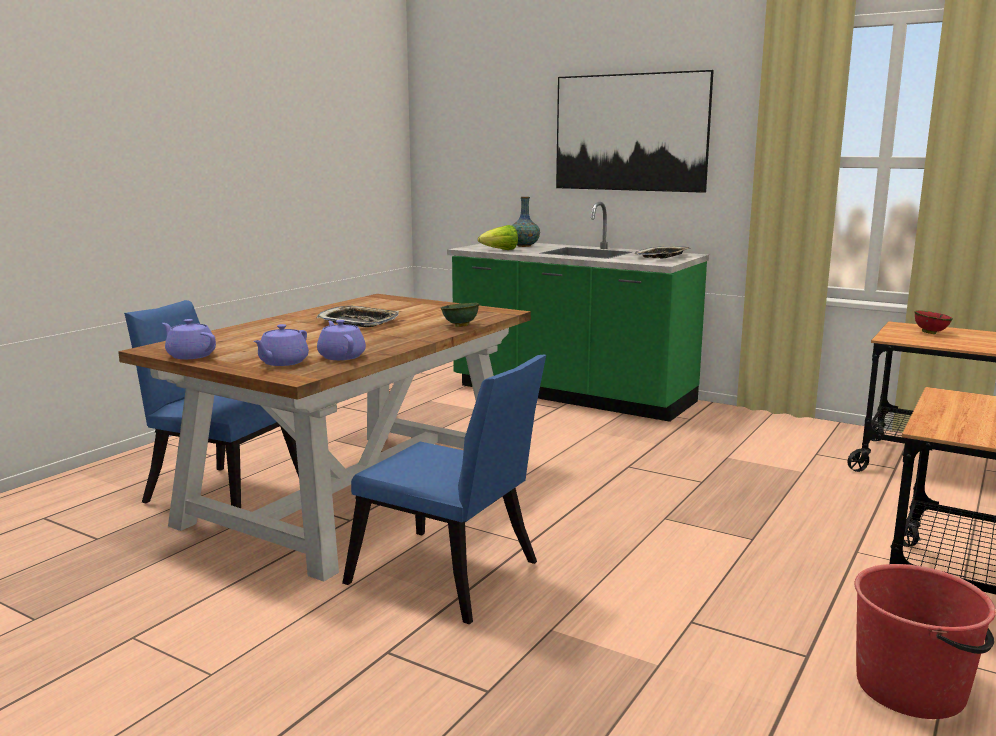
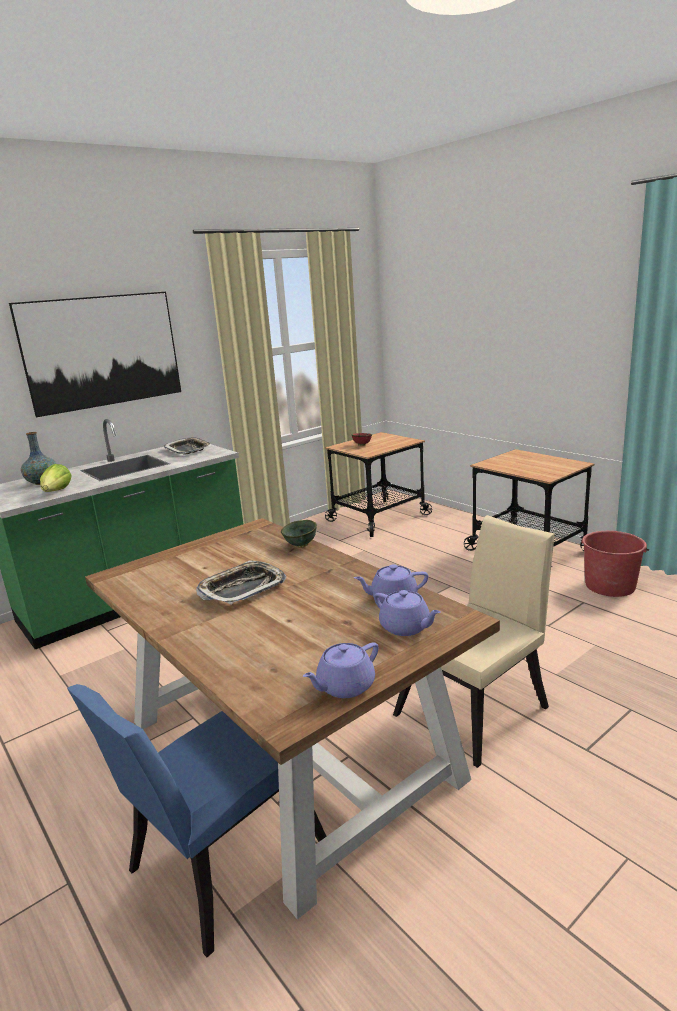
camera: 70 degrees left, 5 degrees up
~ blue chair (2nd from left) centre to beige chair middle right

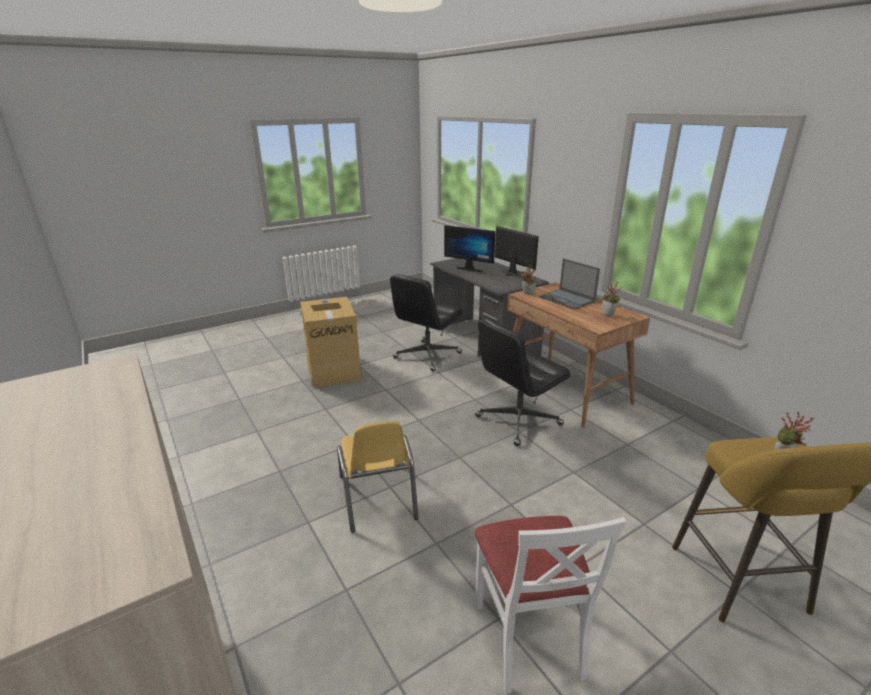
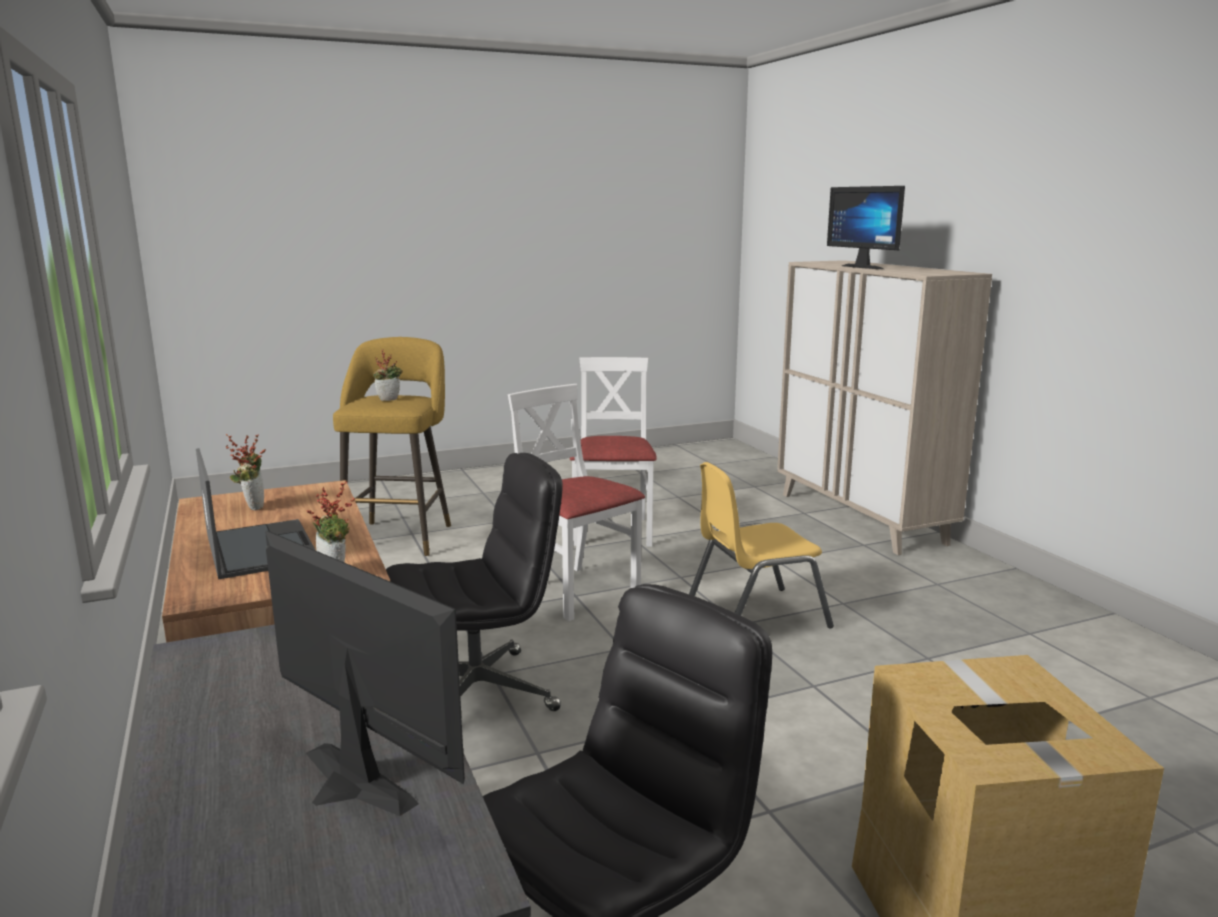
camera: 170 degrees left, 10 degrees down
+ white chair (1st from left) centre
~ monitor (2nd from left) centre to top right
~ yellow chair bottom centre = centre 105 degrees counterclockwise

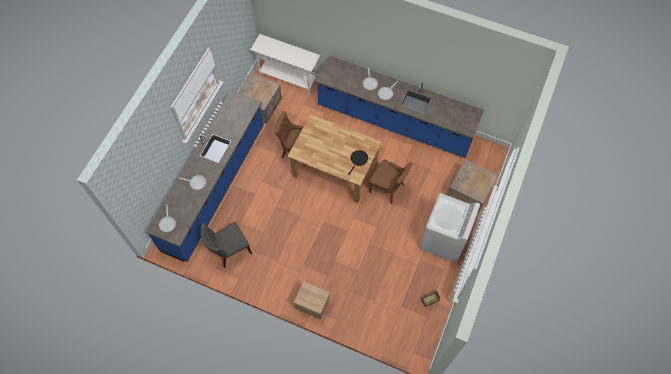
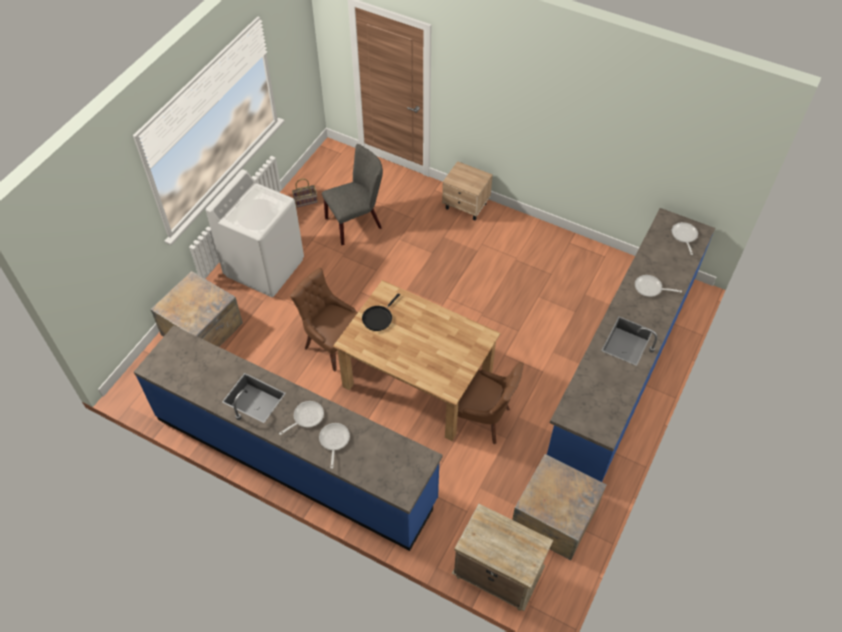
camera: 175 degrees left, 10 degrees down
~ grey chair centre to top centre
~ white console table top centre to beige nightstand (2nd from left) bottom centre

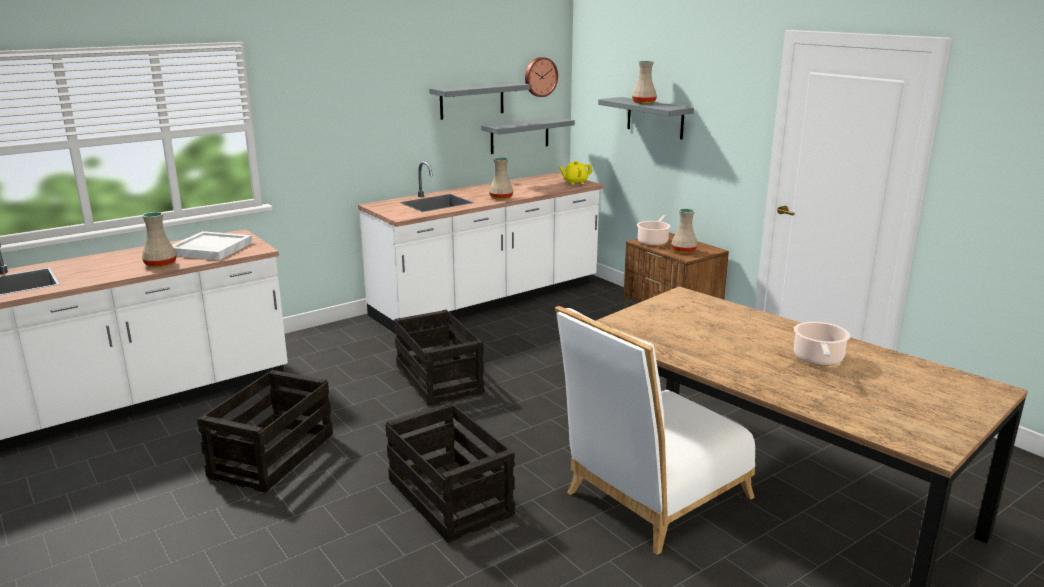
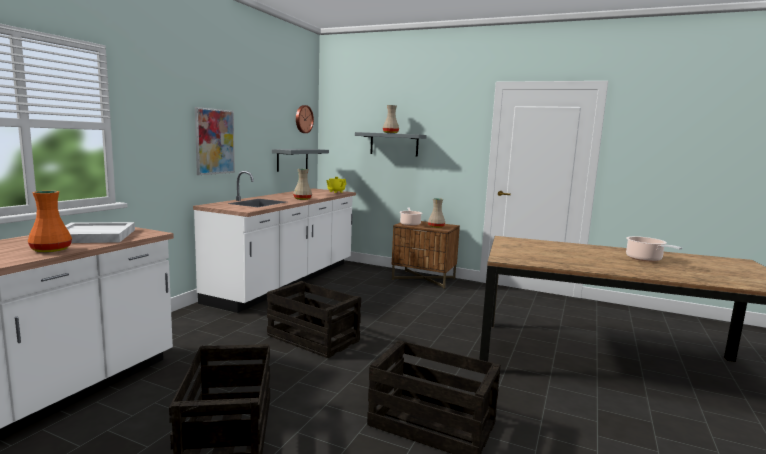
camera: 30 degrees left, 10 degrees down
- grey shelf (1st from left) top centre
- white chair bottom centre
+ picture top left
~ beige vase (1st from left) middle left to orange vase middle left

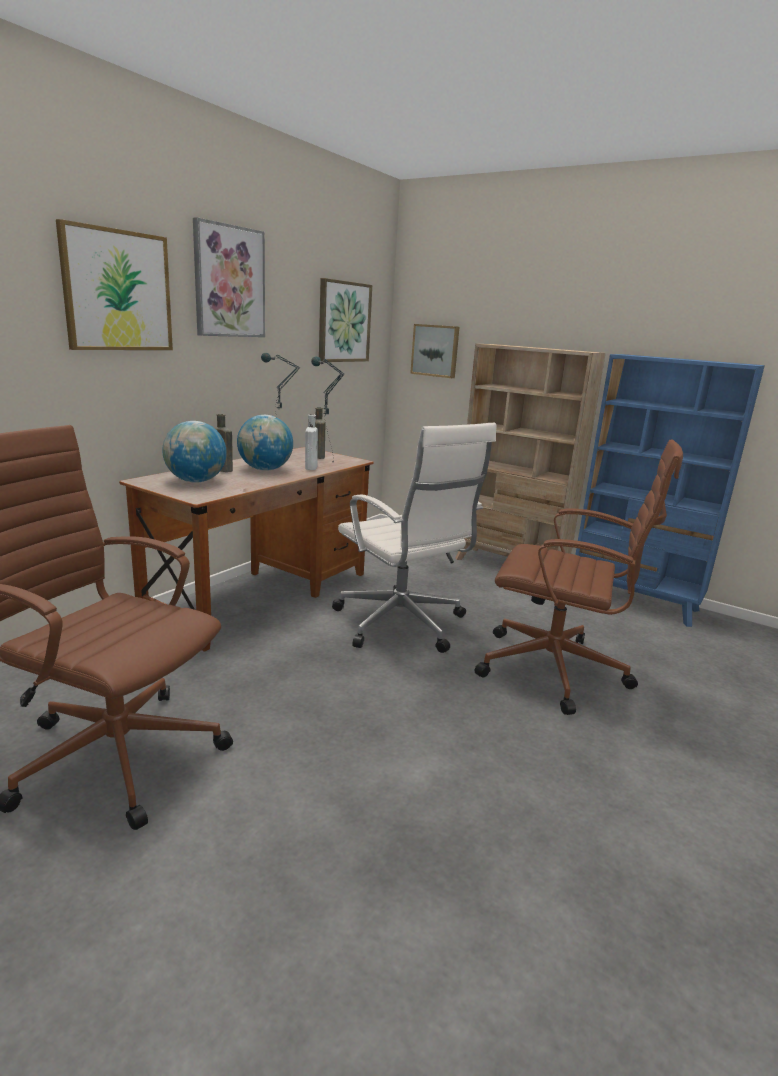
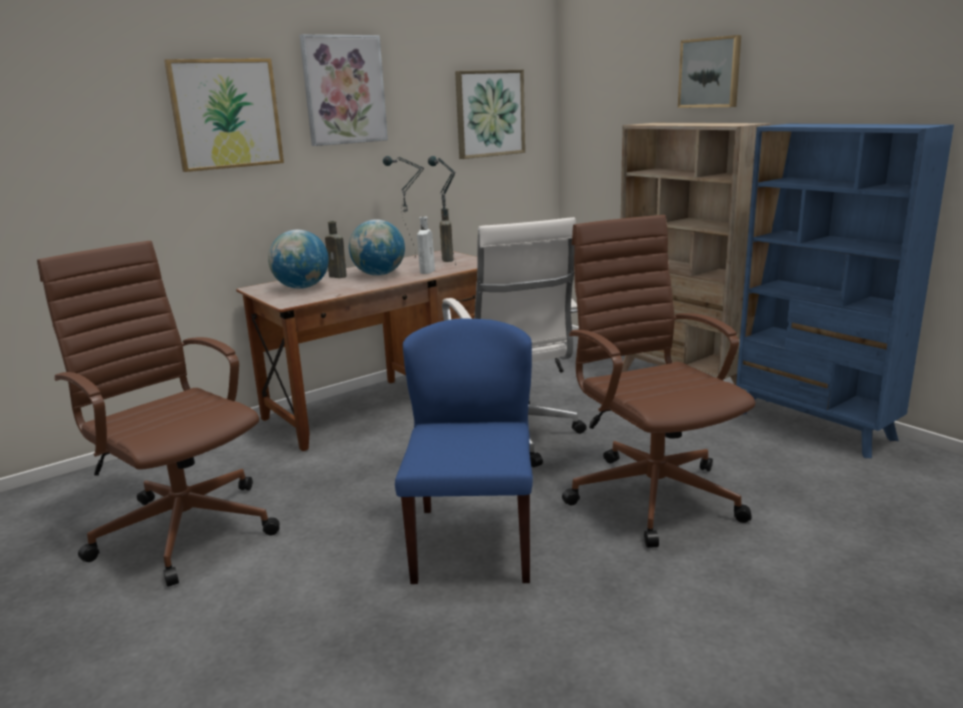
camera: 20 degrees right, 0 degrees up
+ blue chair centre
~ picture (4th from left) top centre to top right
~ brown office chair (2nd from left) middle right = middle right 150 degrees counterclockwise

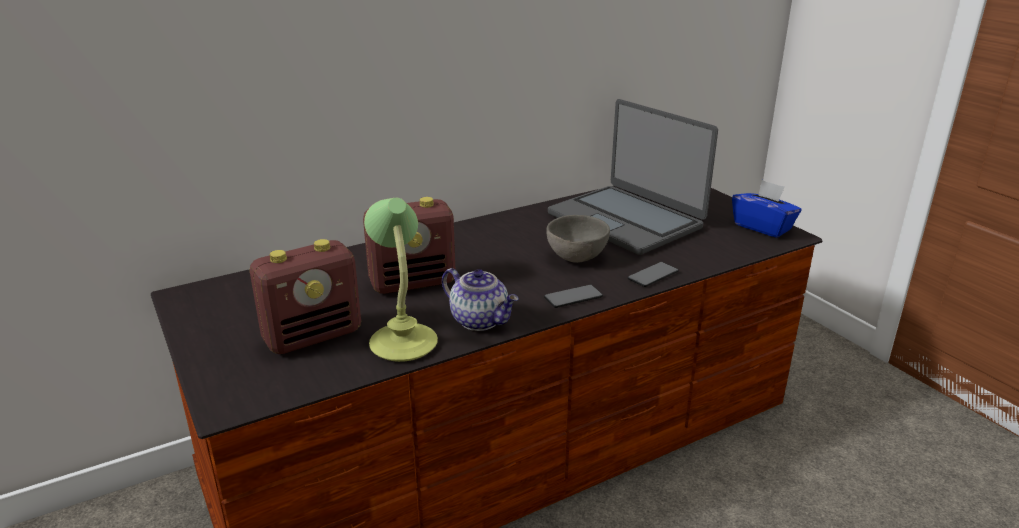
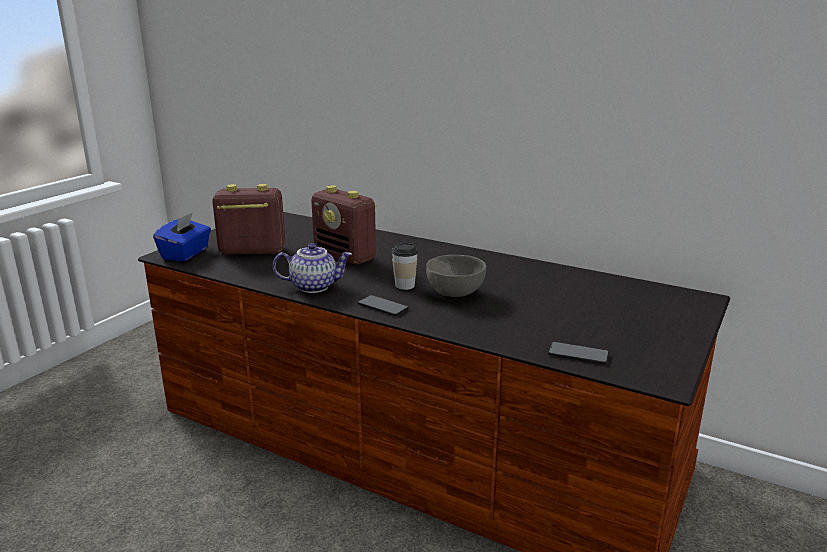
camera: 60 degrees right, 5 degrees down
- table lamp centre
- laptop centre
+ cup centre
~ phone (2nd from left) centre to middle right
~ blue tissue box middle right to middle left
~ radio (1st from left) middle left = middle left 150 degrees clockwise
~ teapot centre = centre 105 degrees counterclockwise

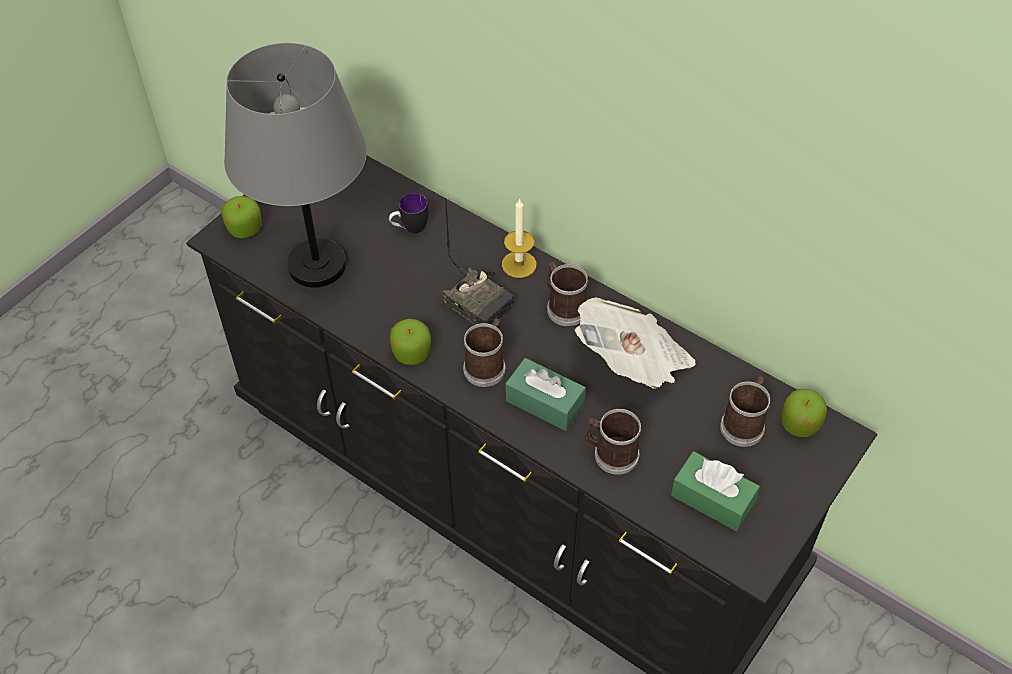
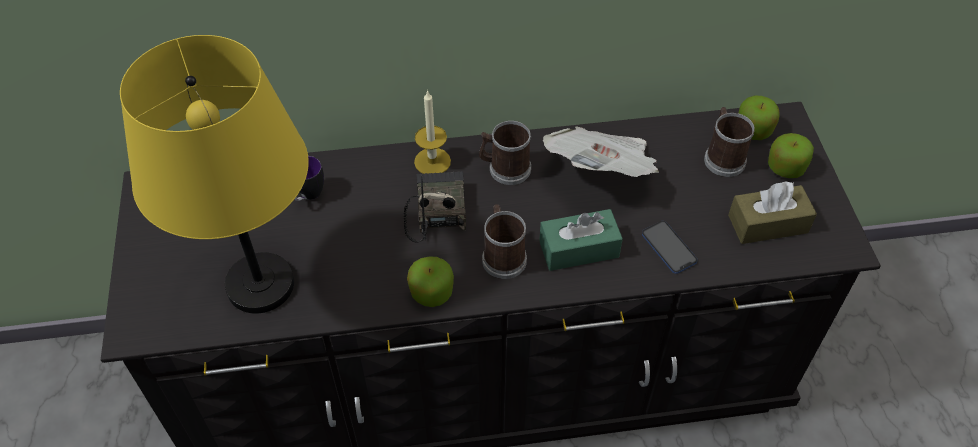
camera: 45 degrees left, 0 degrees up
~ apple (1st from left in the first image) top left to apple (3rd from left) middle right
~ mug (4th from left) centre to phone middle right
~ grey table lamp top left to yellow table lamp middle left
~ green tissue box (2nd from left) bottom right to brown tissue box middle right
~ radio centre = centre 90 degrees counterclockwise

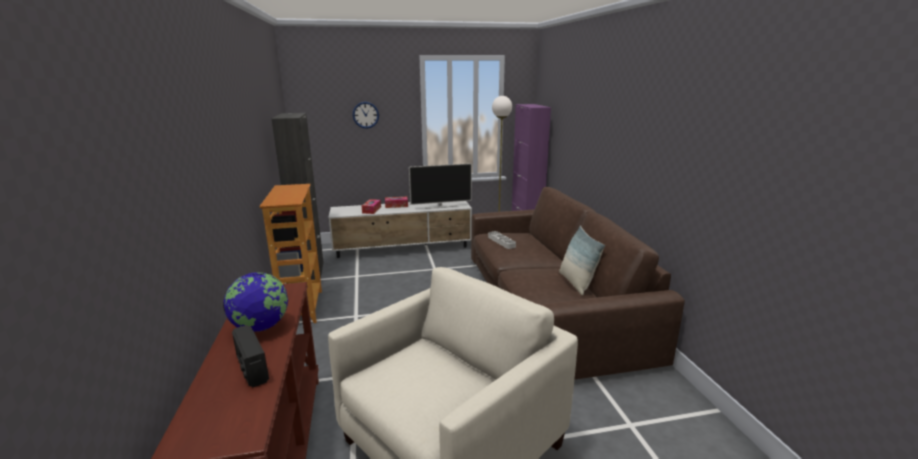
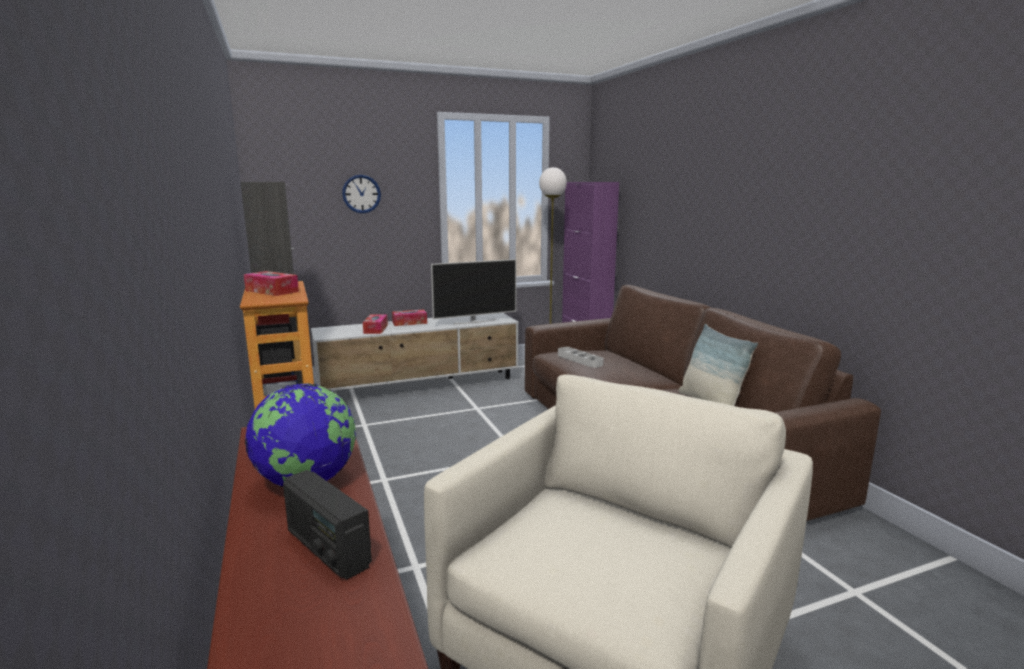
camera: 10 degrees left, 5 degrees down
+ tissue box (1st from left) middle left

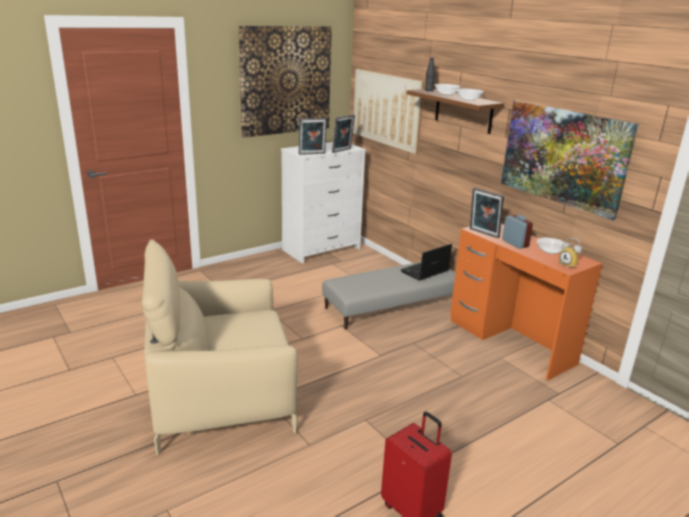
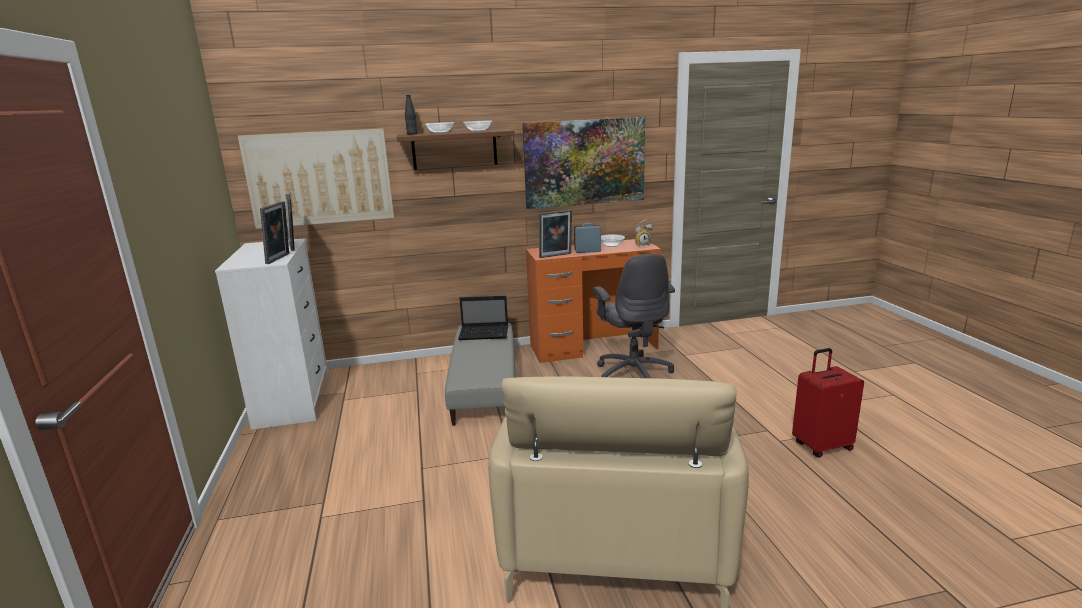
camera: 65 degrees left, 5 degrees down
- picture (1st from left) top centre
+ grey office chair centre
~ laptop centre = centre 75 degrees counterclockwise

